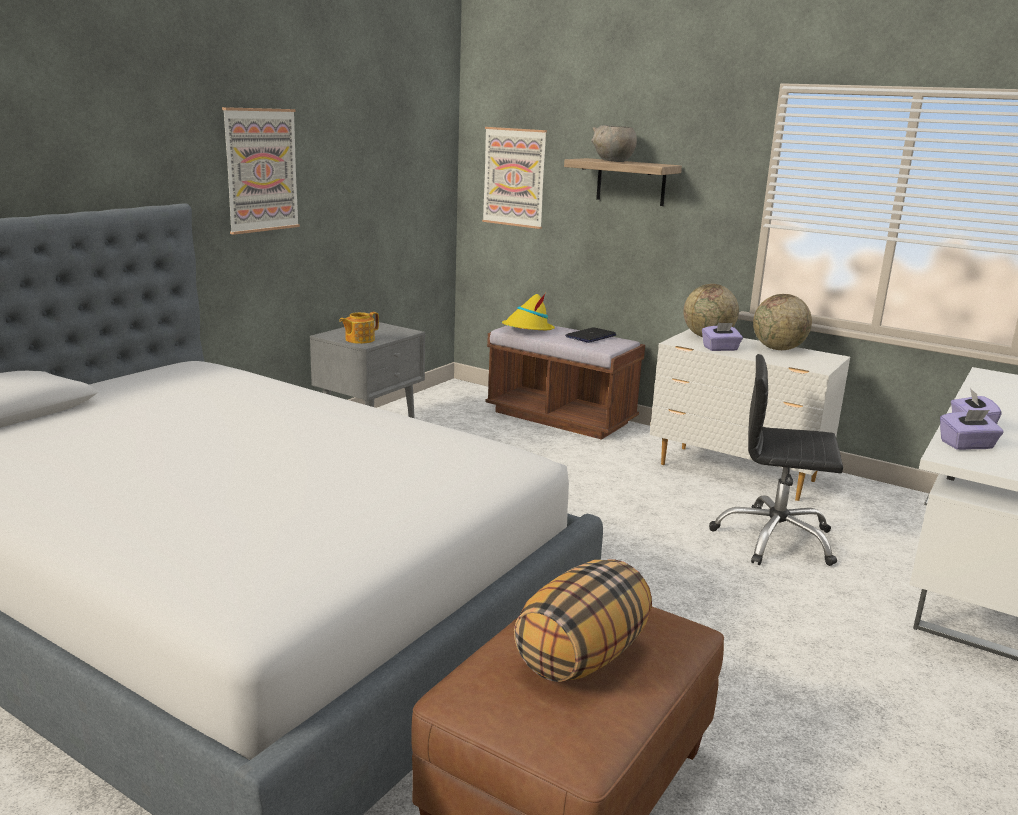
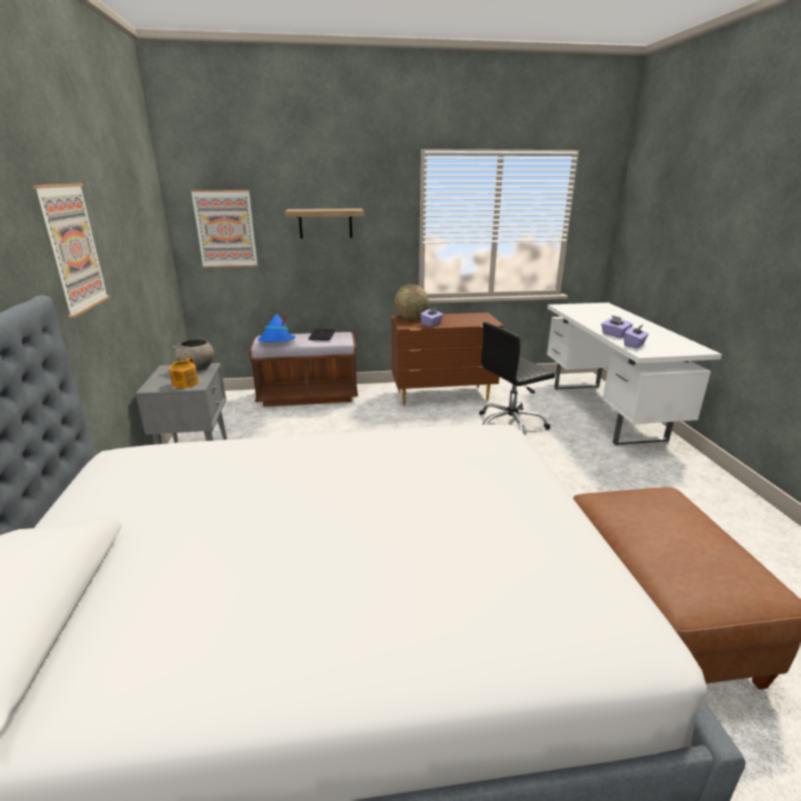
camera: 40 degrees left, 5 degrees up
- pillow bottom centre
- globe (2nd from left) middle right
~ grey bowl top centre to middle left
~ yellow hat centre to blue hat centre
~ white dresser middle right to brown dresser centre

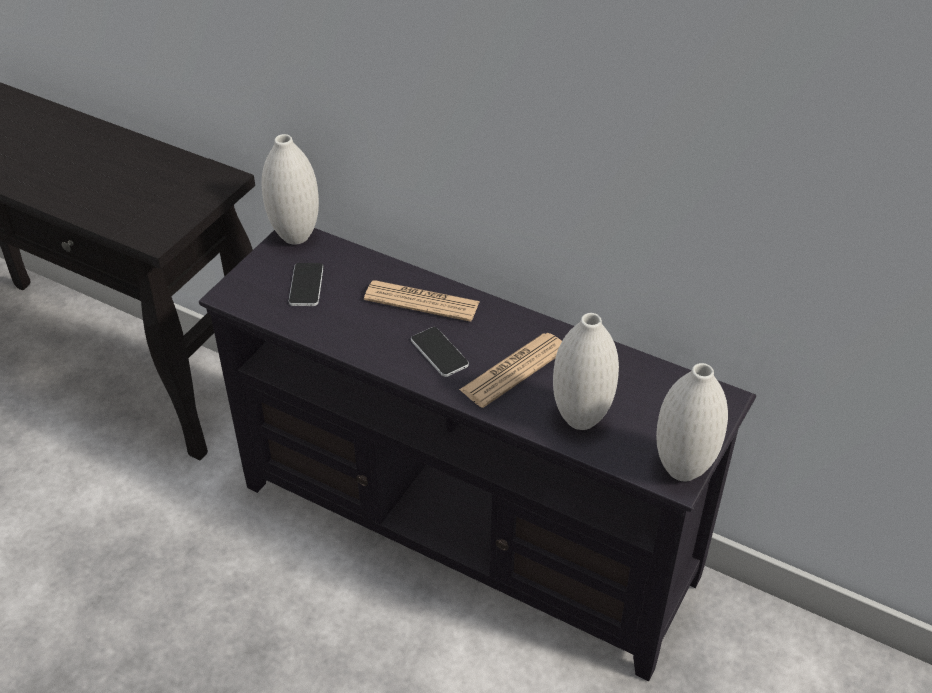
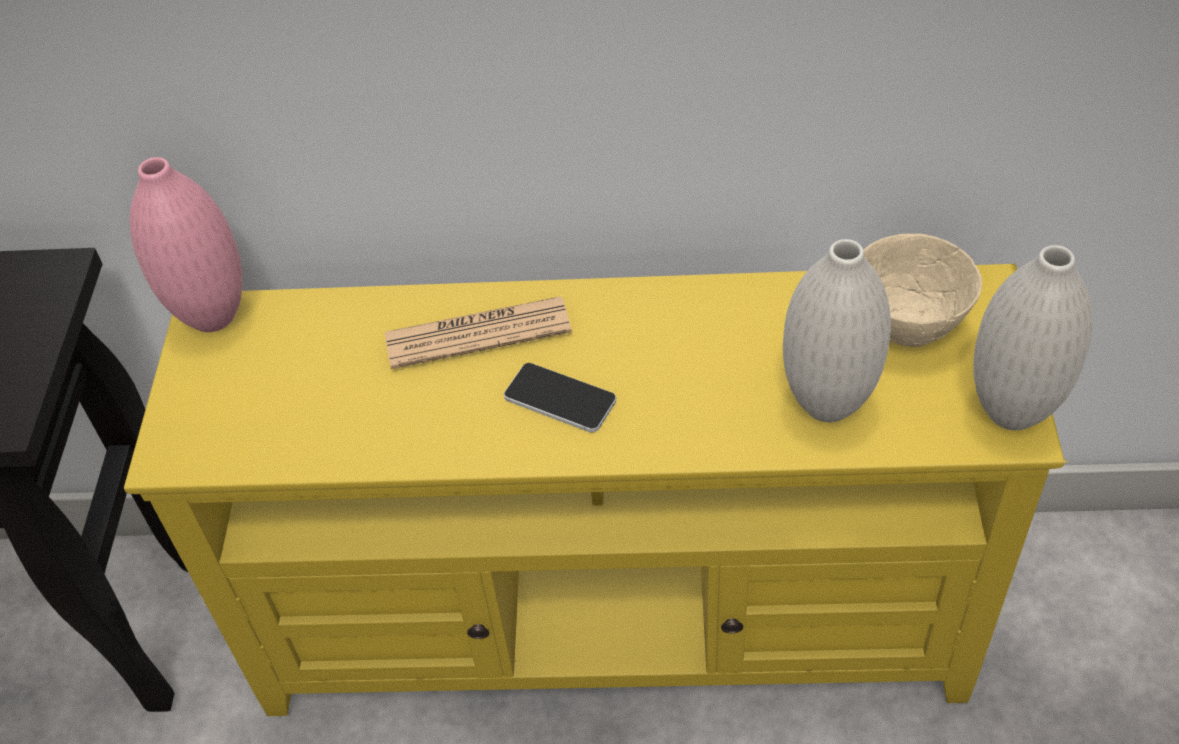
camera: 25 degrees left, 5 degrees up
- phone (1st from left) middle left
- newspaper (2nd from left) centre
+ beige bowl middle right
~ black tv stand centre to yellow tv stand centre
~ white vase (1st from left) top left to pink vase top left

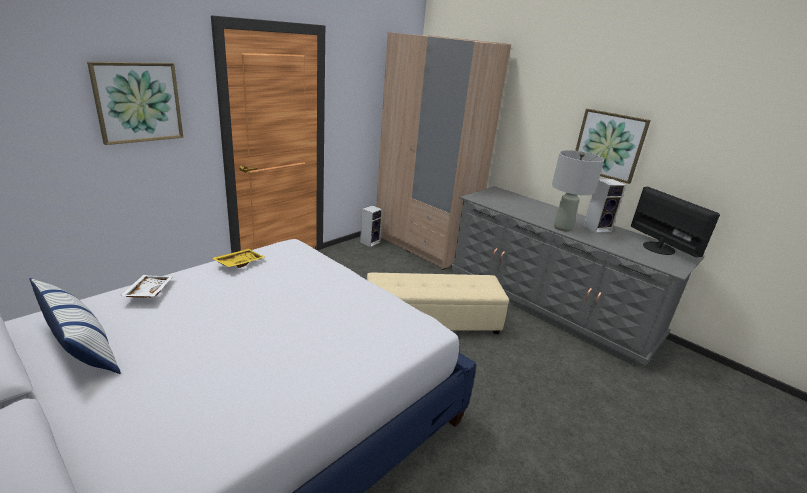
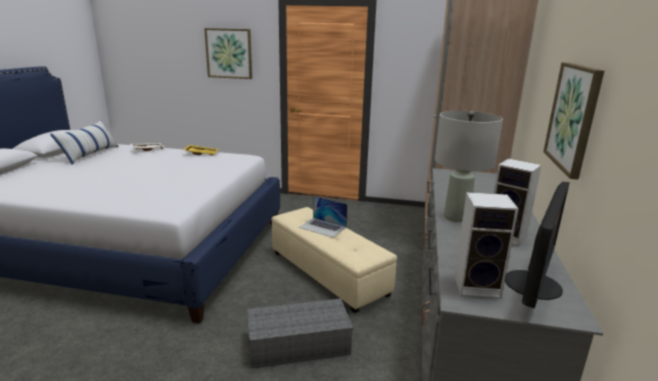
camera: 60 degrees right, 5 degrees down
+ grey storage box bottom centre
+ laptop centre
~ speaker (1st from left) centre to middle right

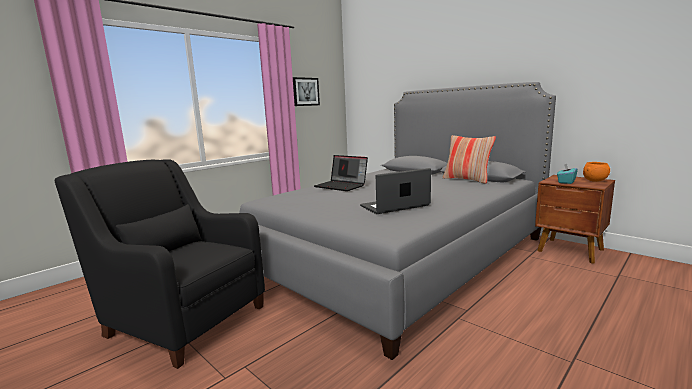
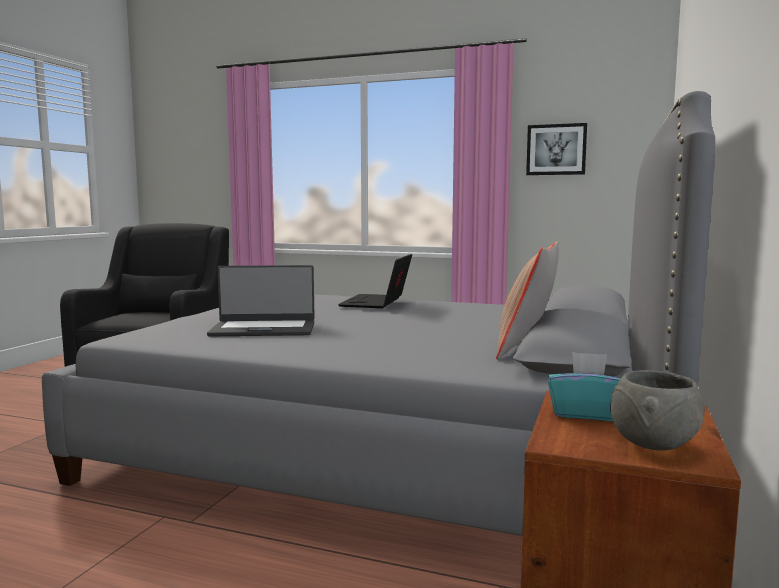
camera: 65 degrees right, 5 degrees down
~ orange bowl middle right to grey bowl bottom right
~ laptop (2nd from left in the first image) centre = centre 135 degrees clockwise

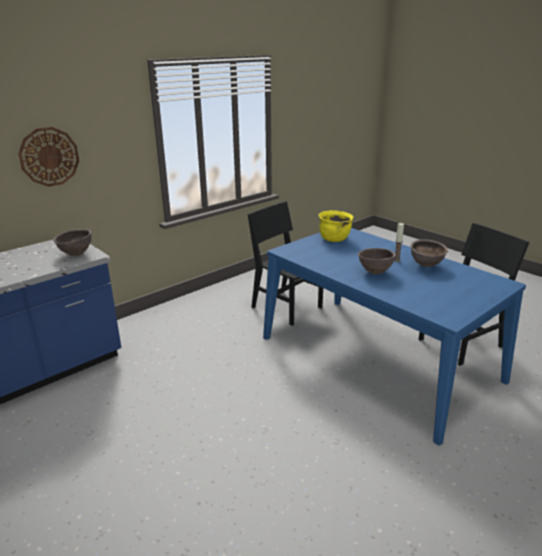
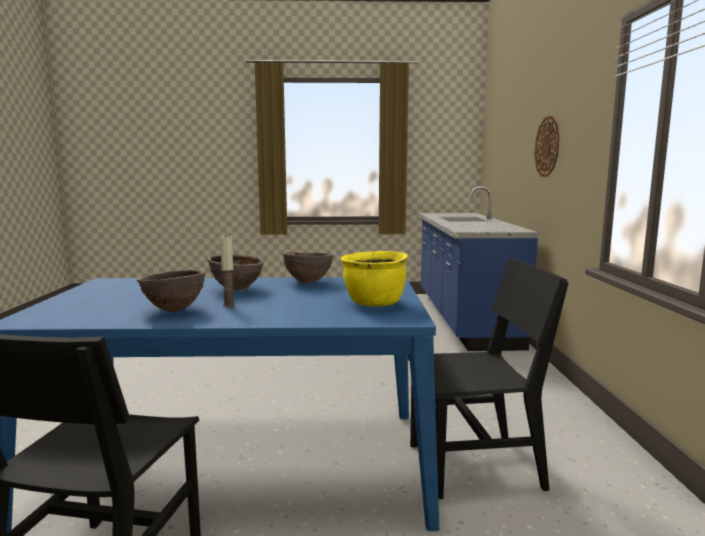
camera: 130 degrees right, 15 degrees down
~ brown bowl (1st from left in the first image) middle left to brown bowl (3rd from left) centre

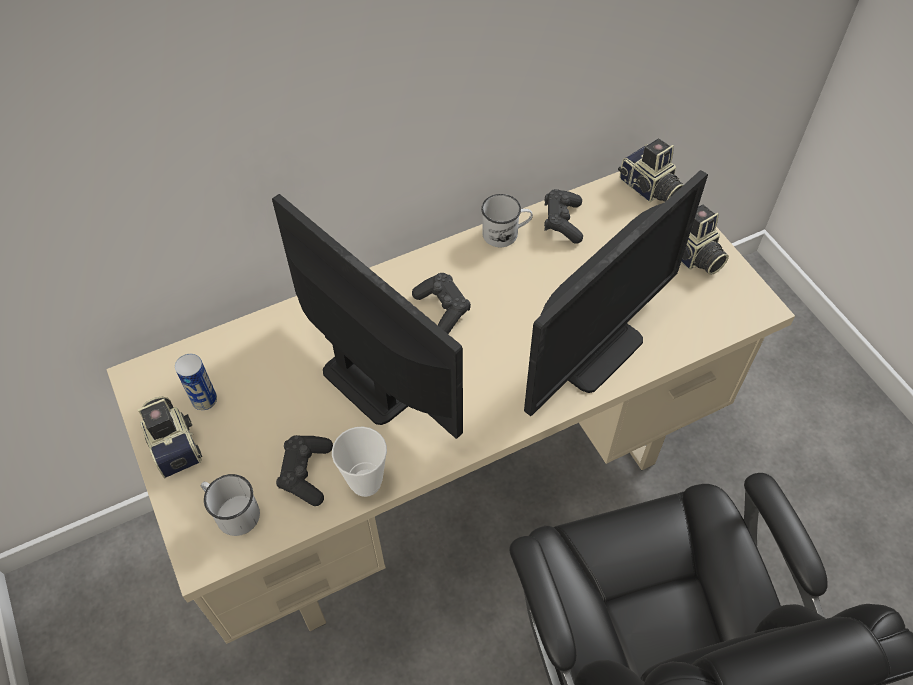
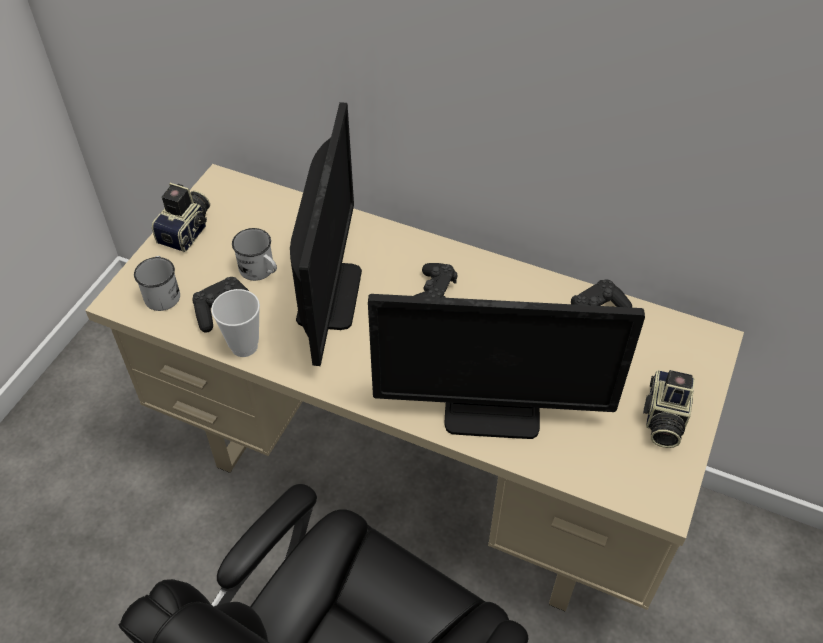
camera: 50 degrees right, 5 degrees down
- can middle left
- photo camera (2nd from left) top right
~ white mug (2nd from left) top centre to middle left

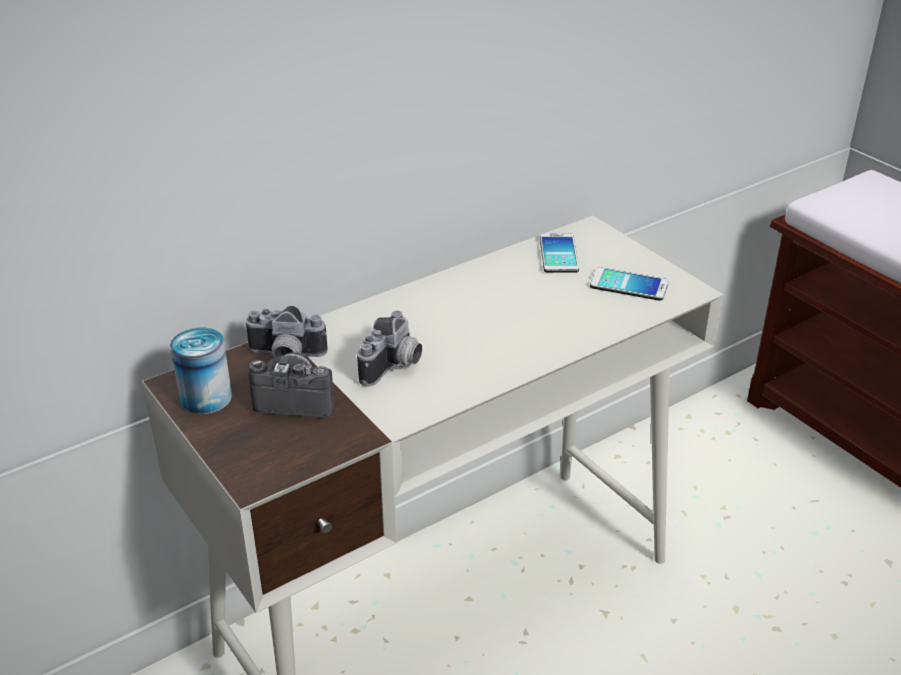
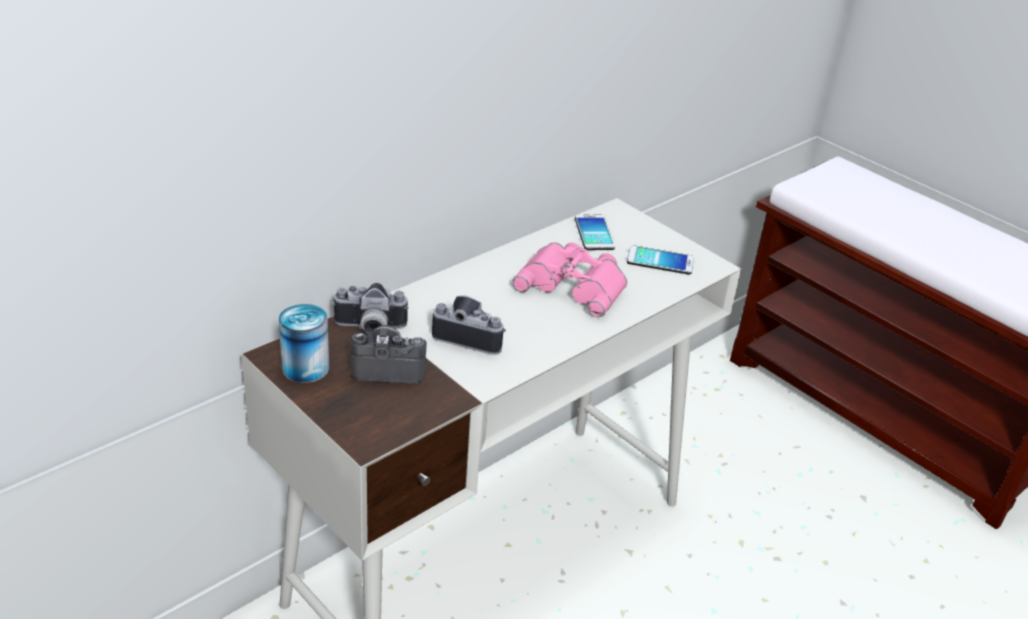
camera: 10 degrees left, 0 degrees up
+ pink binoculars centre
~ photo camera (3rd from left) centre = centre 90 degrees counterclockwise

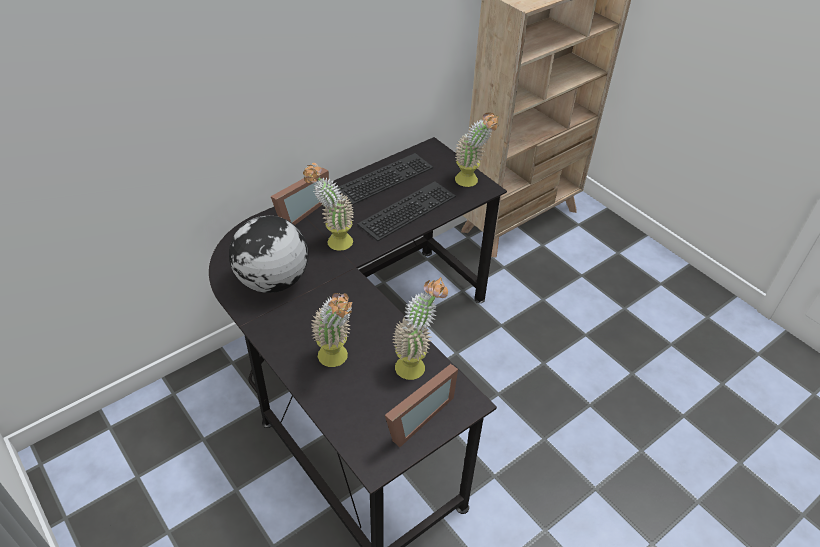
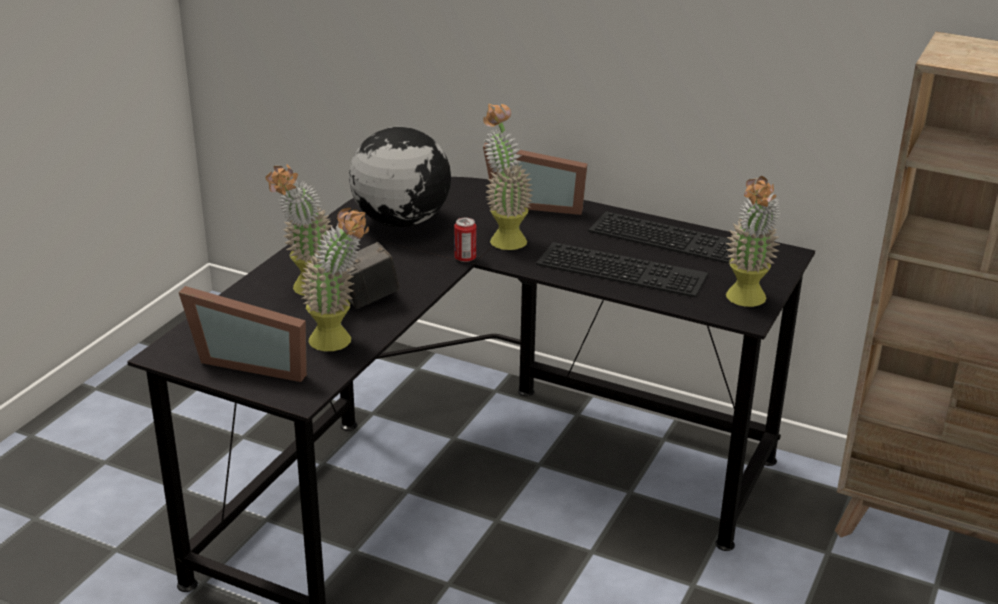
camera: 65 degrees right, 15 degrees down
+ photo camera centre
+ can centre

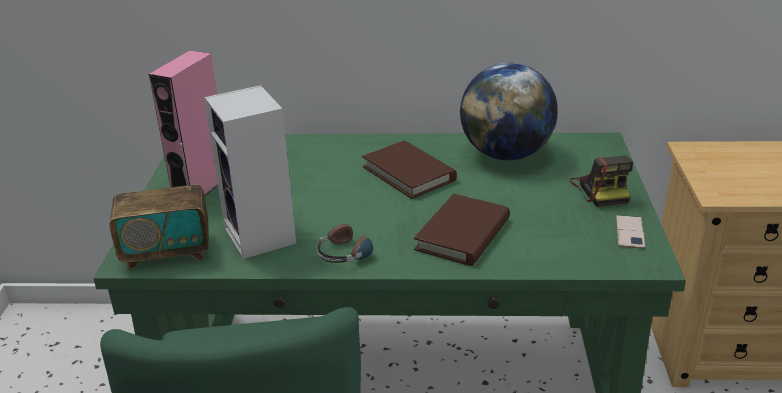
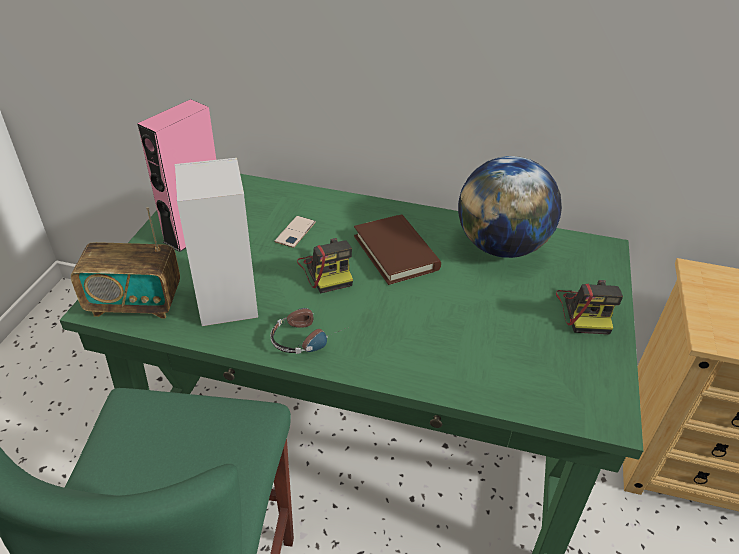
camera: 10 degrees right, 10 degrees up
- brown book (2nd from left) centre
+ photo camera (1st from left) centre
~ phone middle right to centre

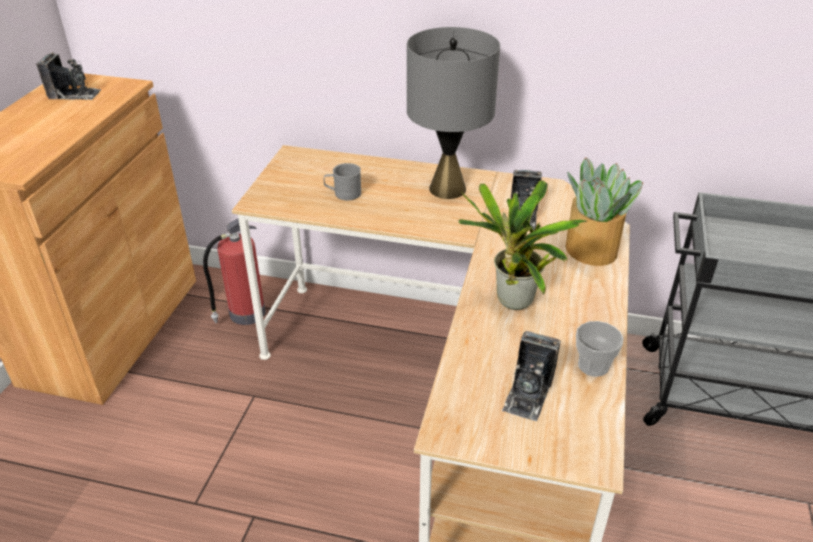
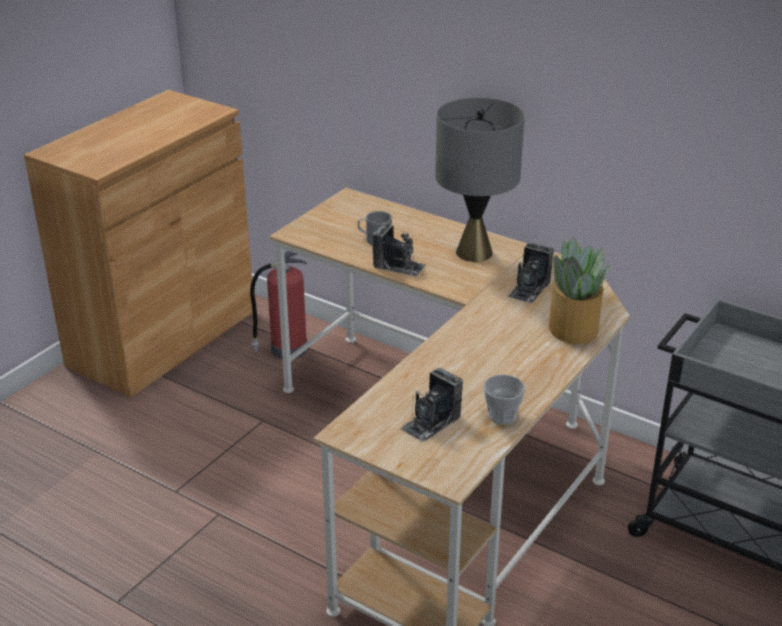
camera: 20 degrees right, 5 degrees down
- potted plant (1st from left) centre
~ photo camera (1st from left) top left to centre

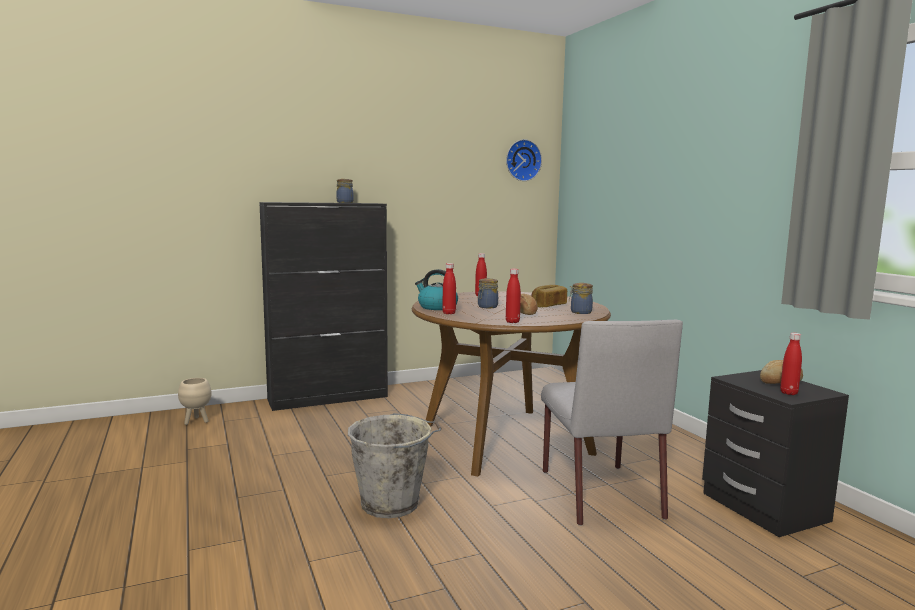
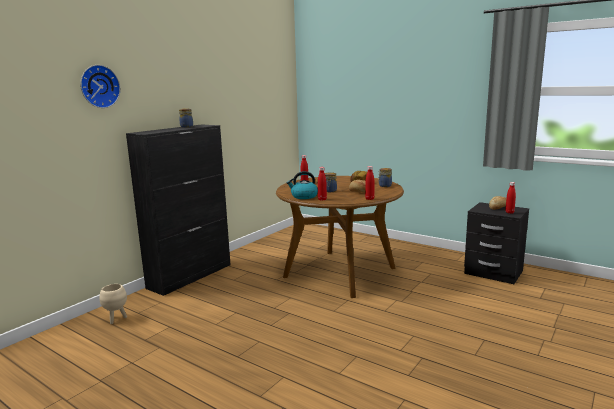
camera: 30 degrees left, 5 degrees up
- grey bucket bottom centre
- grey chair bottom right
~ wall clock top centre to top left

